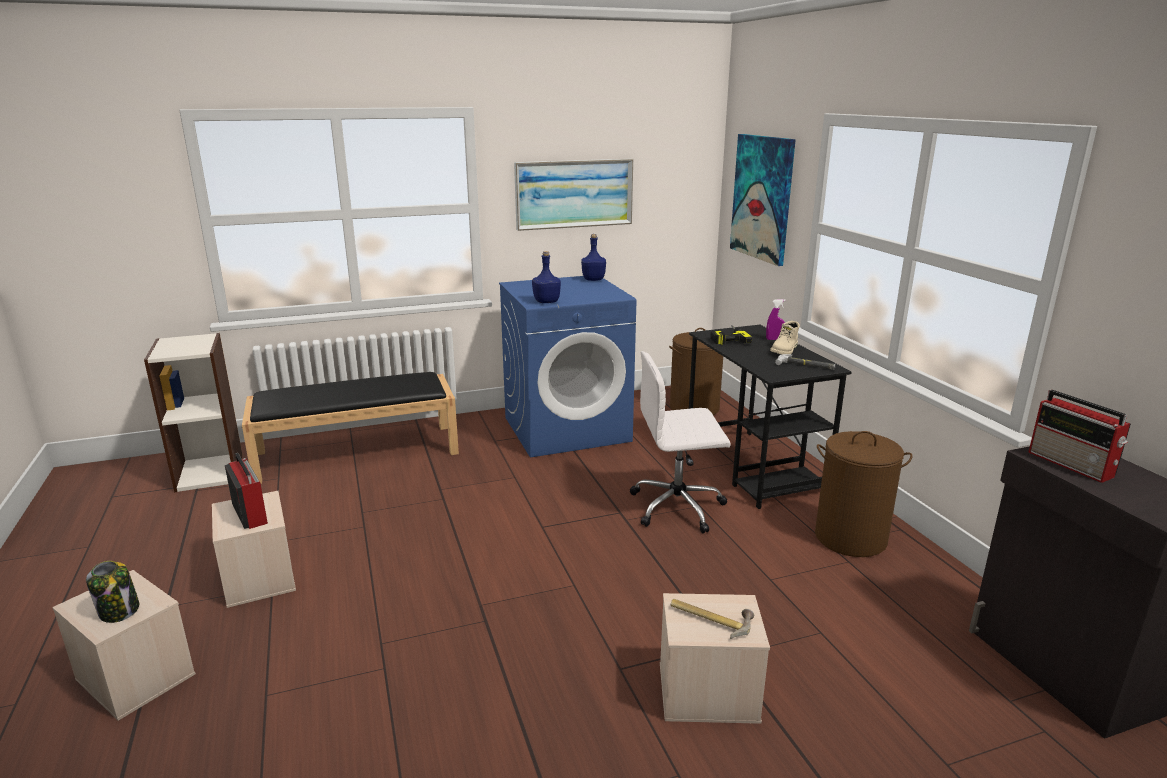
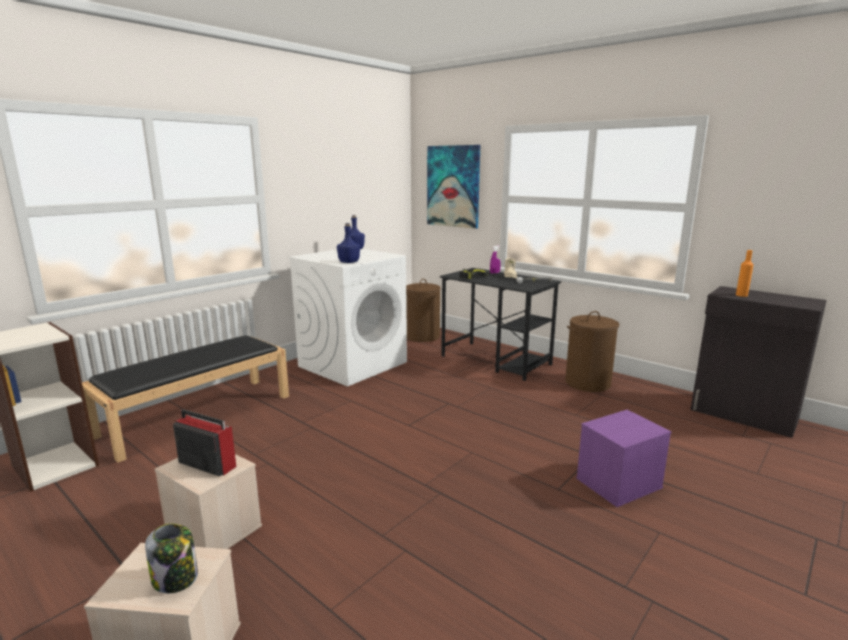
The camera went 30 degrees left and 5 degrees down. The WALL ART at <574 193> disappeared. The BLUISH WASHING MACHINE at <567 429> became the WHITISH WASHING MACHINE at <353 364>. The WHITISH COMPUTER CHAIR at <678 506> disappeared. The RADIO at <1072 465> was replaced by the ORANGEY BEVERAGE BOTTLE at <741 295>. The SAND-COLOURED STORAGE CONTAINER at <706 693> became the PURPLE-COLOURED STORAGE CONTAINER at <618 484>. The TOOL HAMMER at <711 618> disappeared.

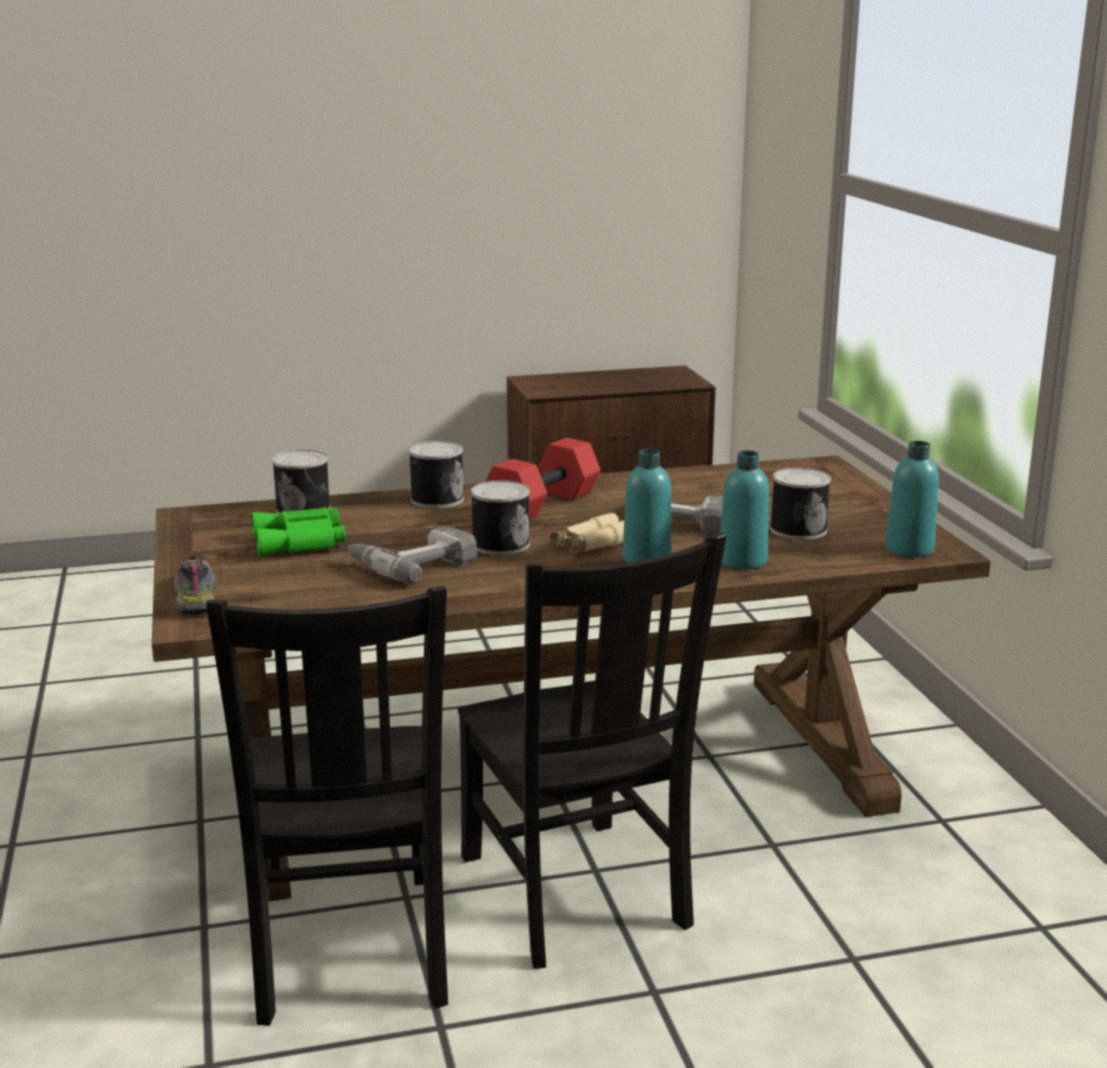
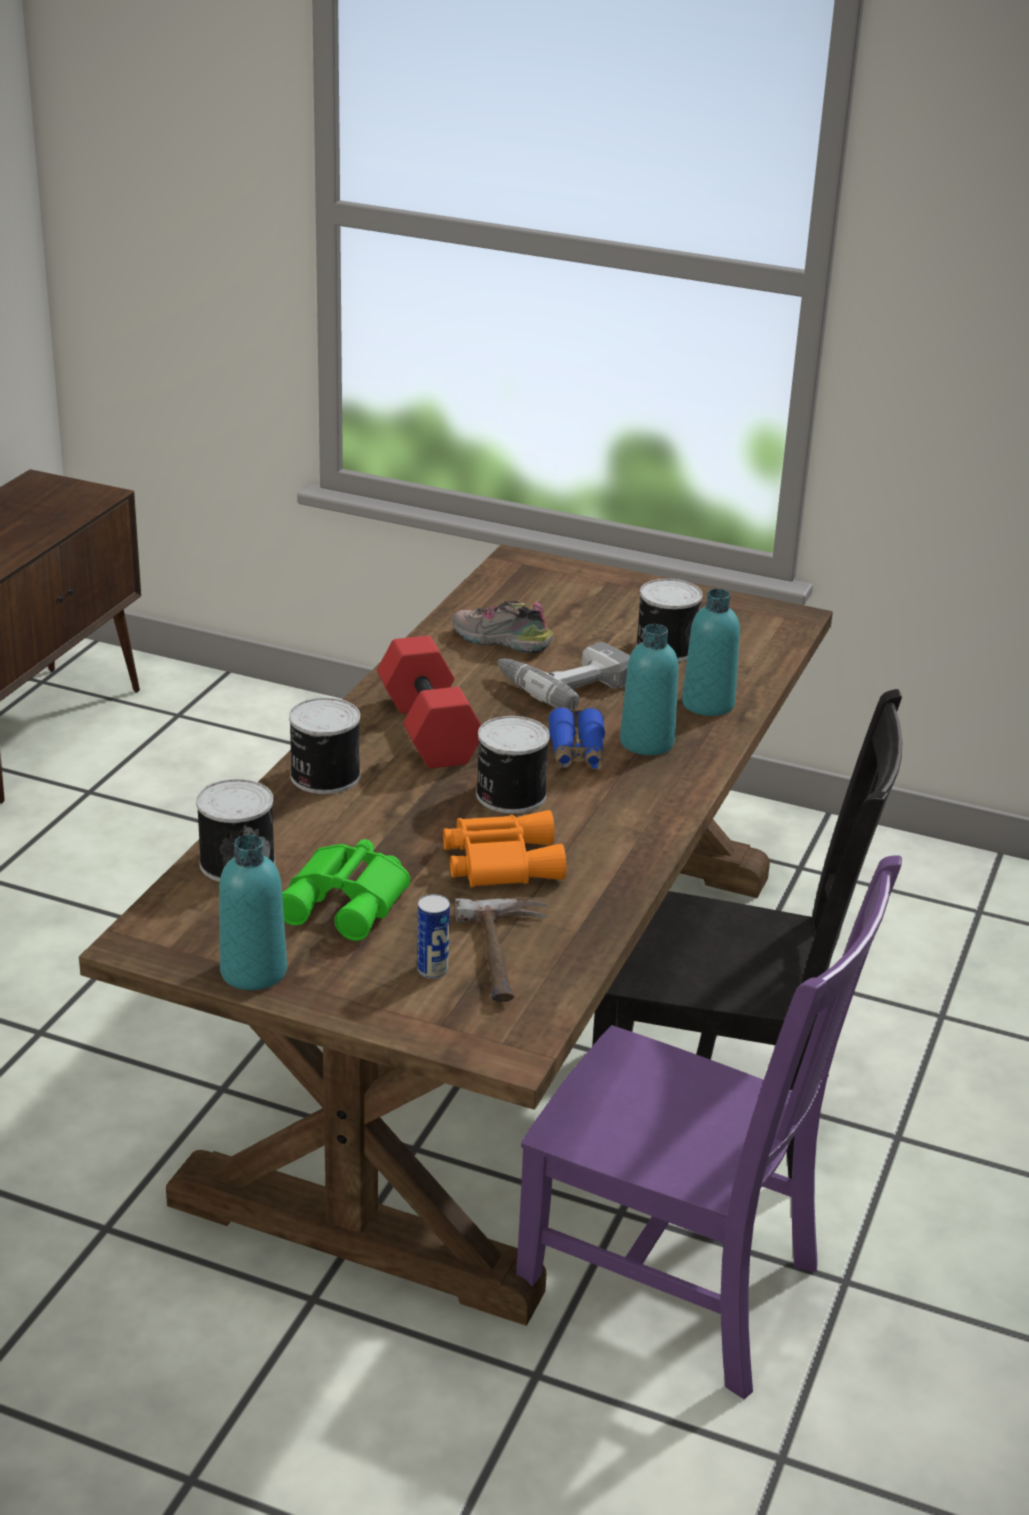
The camera went 55 degrees left and 10 degrees up. The BLUE-GREEN BEVERAGE BOTTLE moved from <909 549> to <253 971>. The SAND-COLOURED FIELD GLASSES at <592 545> became the BLUISH FIELD GLASSES at <576 752>. The POWER DRILL at <411 564> was replaced by the ORANGEY FIELD GLASSES at <500 861>. The LOW SHOE moved from <194 597> to <499 641>. The BLACKISH CHAIR at <350 952> became the PURPLE-COLOURED CHAIR at <678 1288>. The METAL CAN at <432 970> appeared. The TOOL HAMMER at <508 956> appeared.

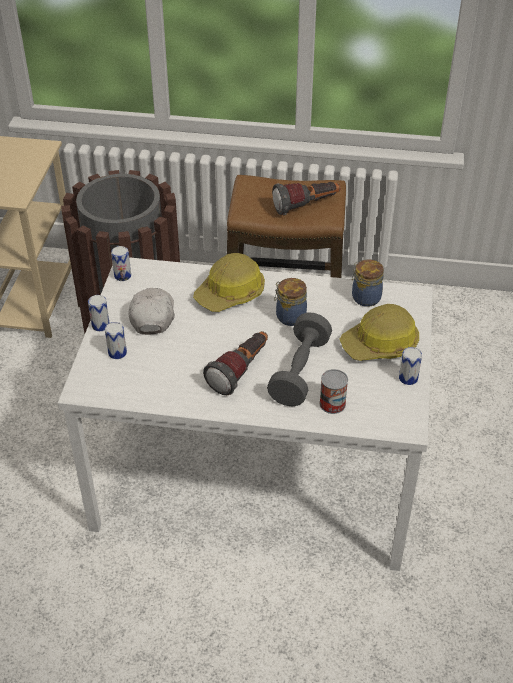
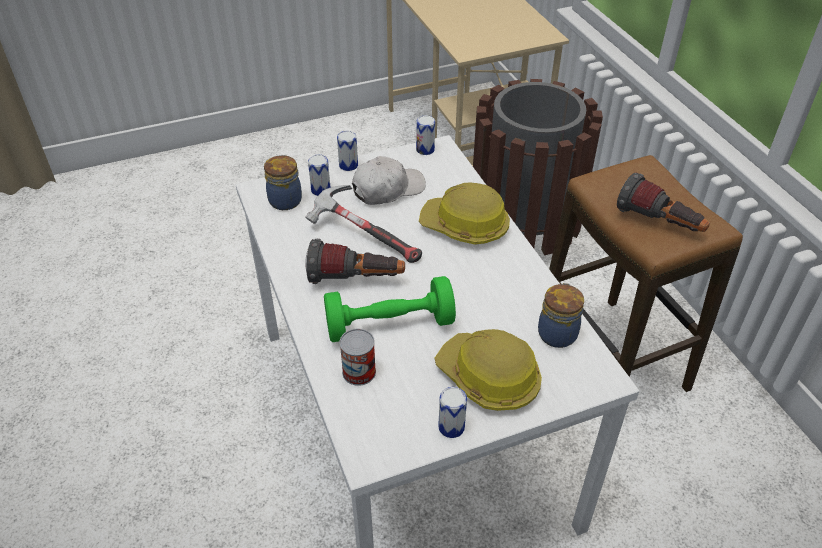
The camera went 60 degrees right and 0 degrees up. The JAR moved from <289 316> to <285 200>. The GREY DUMBBELL at <299 371> became the GREEN DUMBBELL at <389 325>. The TOOL HAMMER at <364 236> appeared.

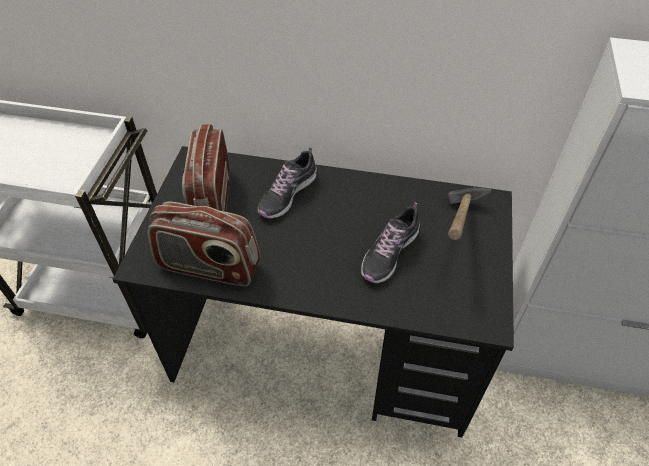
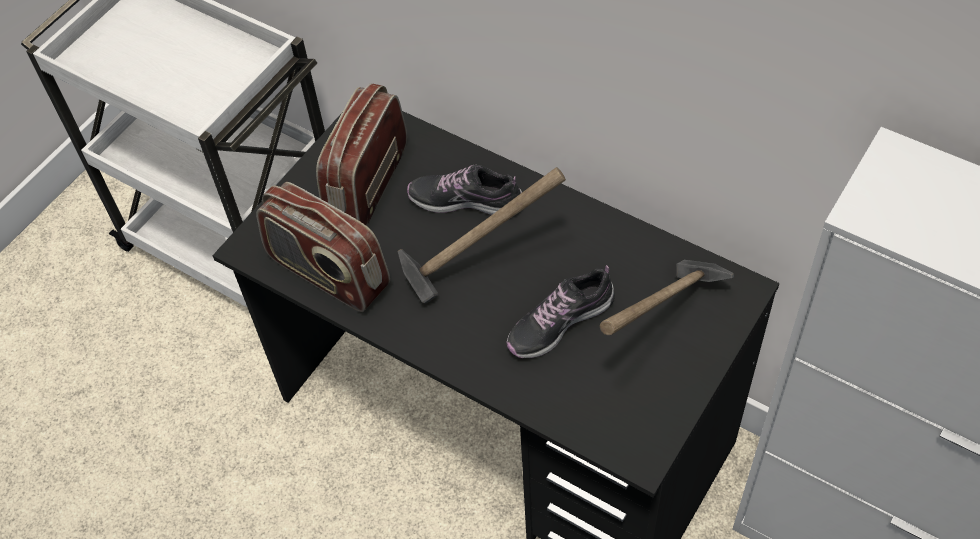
The camera went 25 degrees right and 5 degrees up. The LOW SHOE at <287 194> turned 45 degrees clockwise. The TOOL HAMMER at <478 265> appeared.

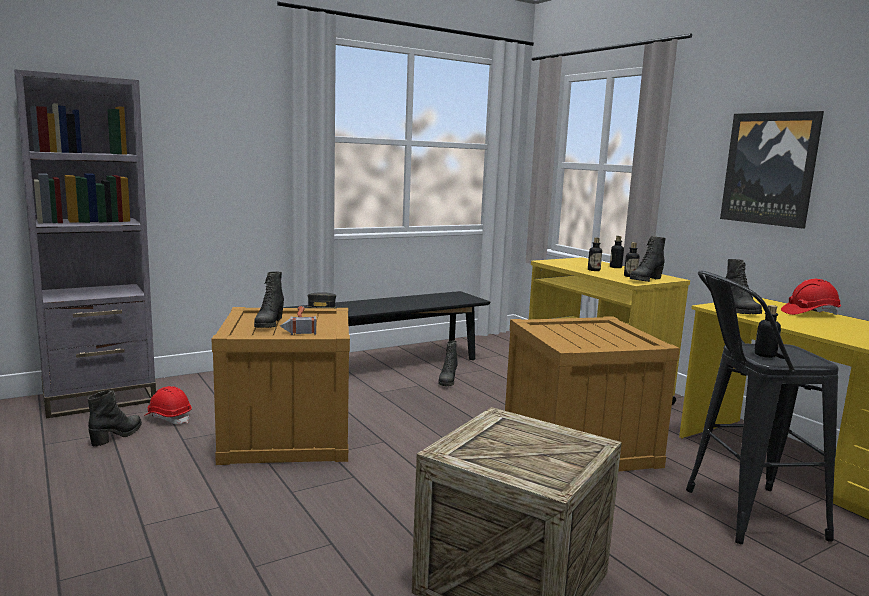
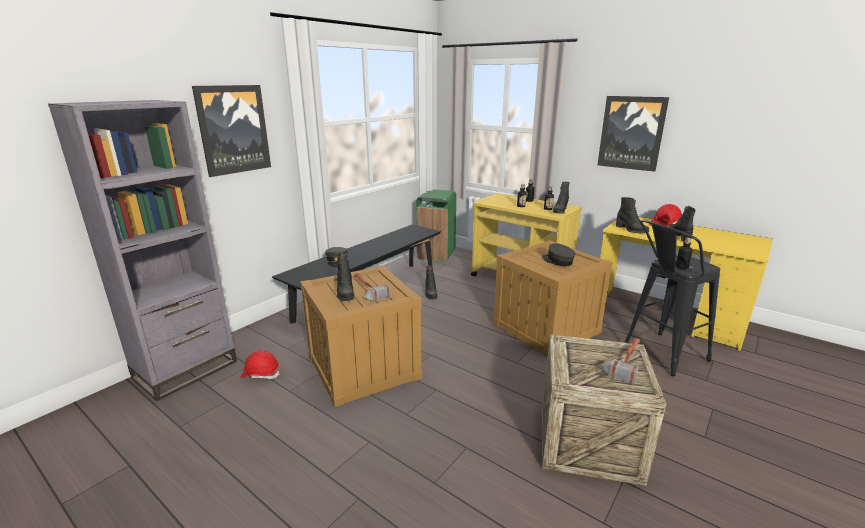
The camera went 20 degrees left and 10 degrees up. The BLACKISH TALL BOOT moved from <117 436> to <679 236>. The WALL ART at <233 129> appeared. The GREEN RUBBISH BIN at <436 254> appeared. The GREY PEAKED CAP at <557 261> appeared. The TOOL HAMMER at <623 361> appeared.

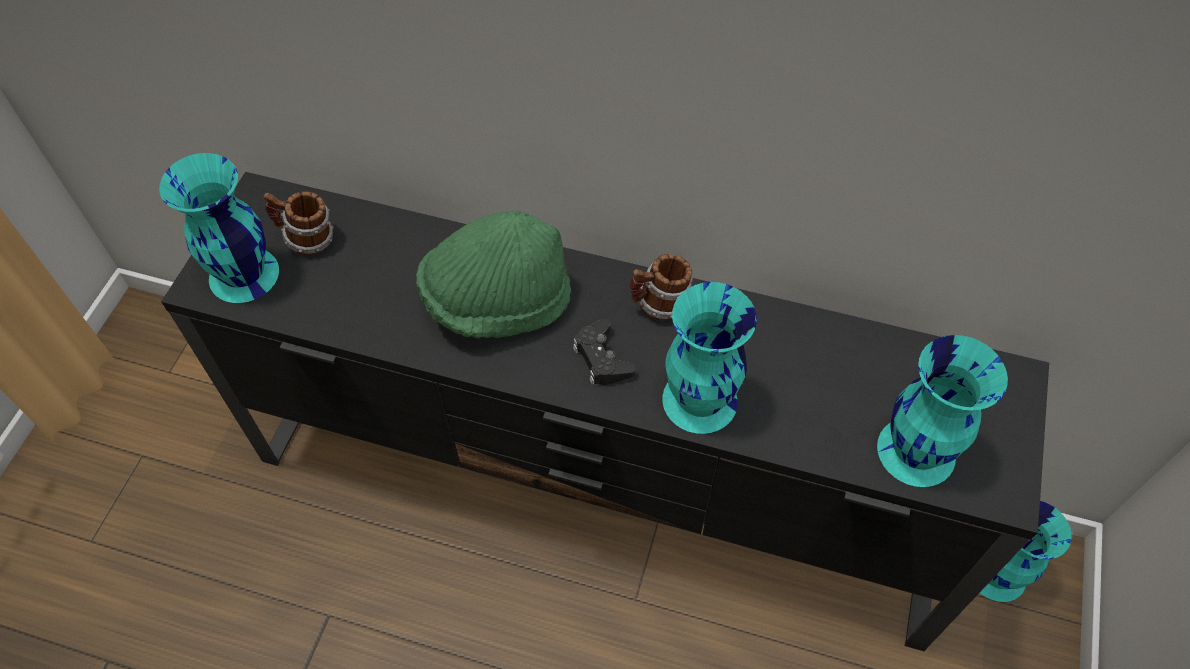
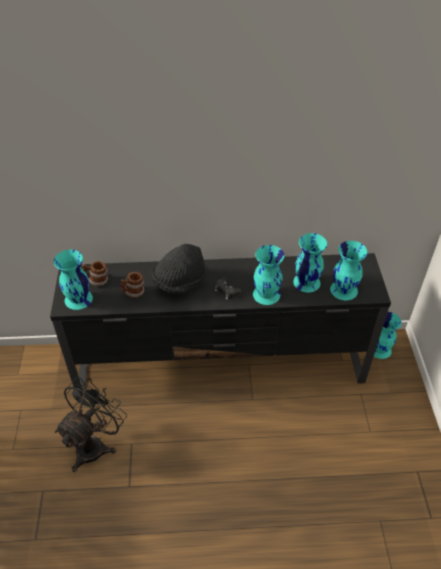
The camera went 20 degrees left and 10 degrees down. The GREEN WEARABLE HAT at <497 301> became the BLACKISH WEARABLE HAT at <180 283>. The MUG moved from <659 305> to <133 293>. The BLUE-GREEN DECORATIVE VASE at <306 282> appeared. The BLACKISH FAN at <95 444> appeared.

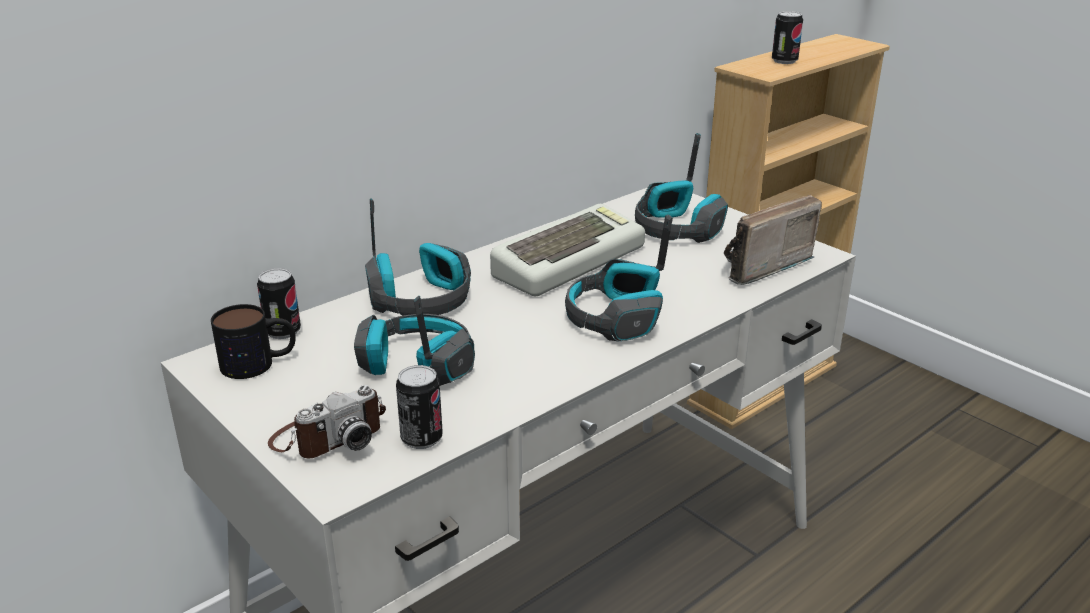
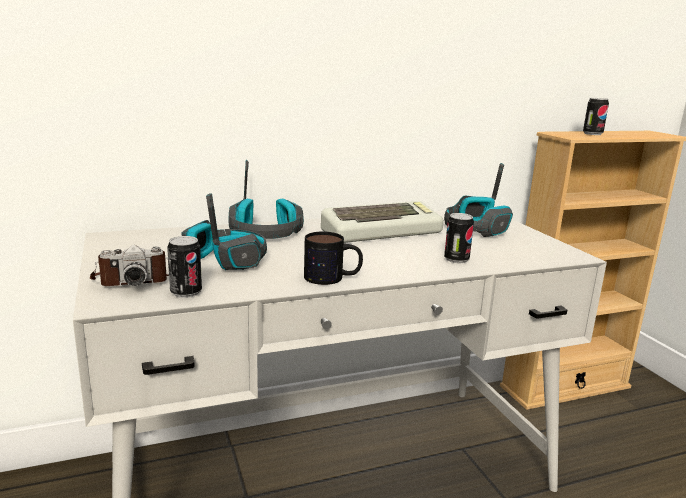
The camera went 20 degrees right and 10 degrees down. The RADIO at <757 266> disappeared. The HEADPHONES at <616 318> disappeared. The METAL CAN moved from <283 331> to <456 259>. The MUG moved from <259 363> to <332 278>.

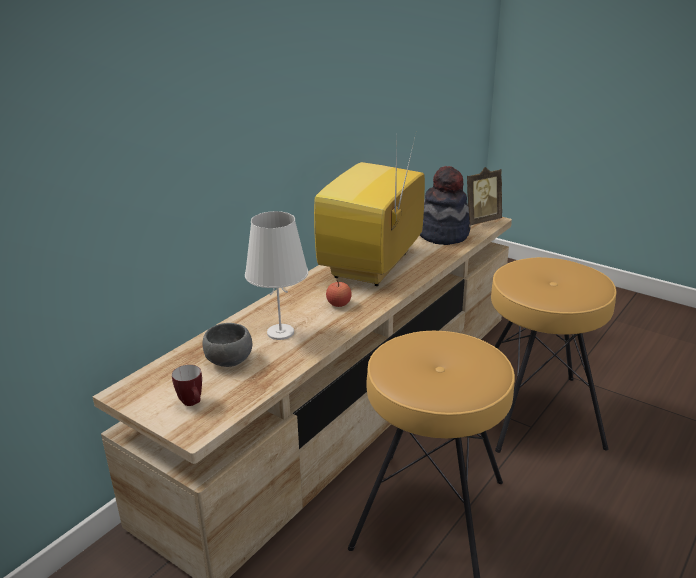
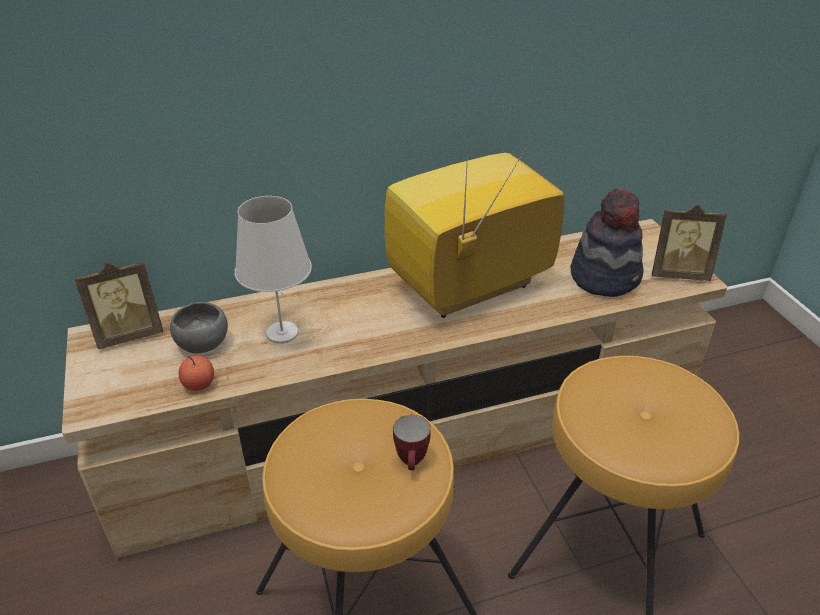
The camera went 35 degrees right and 10 degrees up. The APPLE FRUIT moved from <339 304> to <199 384>. The MUG moved from <193 403> to <412 463>. The PICTURE FRAME at <129 334> appeared.

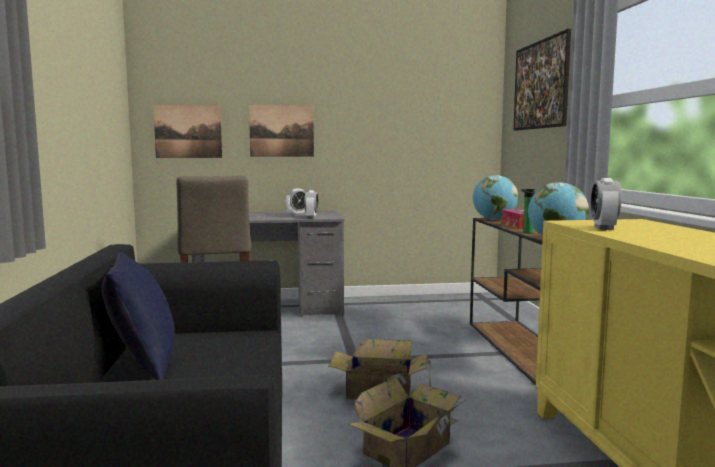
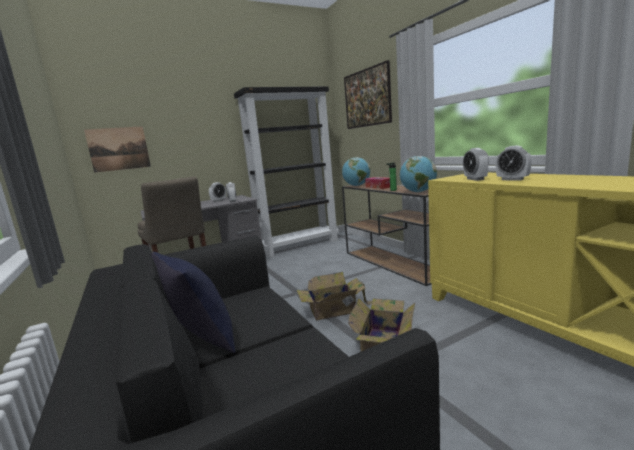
The camera went 20 degrees left and 5 degrees up. The WALL ART at <281 131> disappeared. The BLACKISH BOOKCASE at <299 246> appeared. The TABLE CLOCK at <512 179> appeared.

